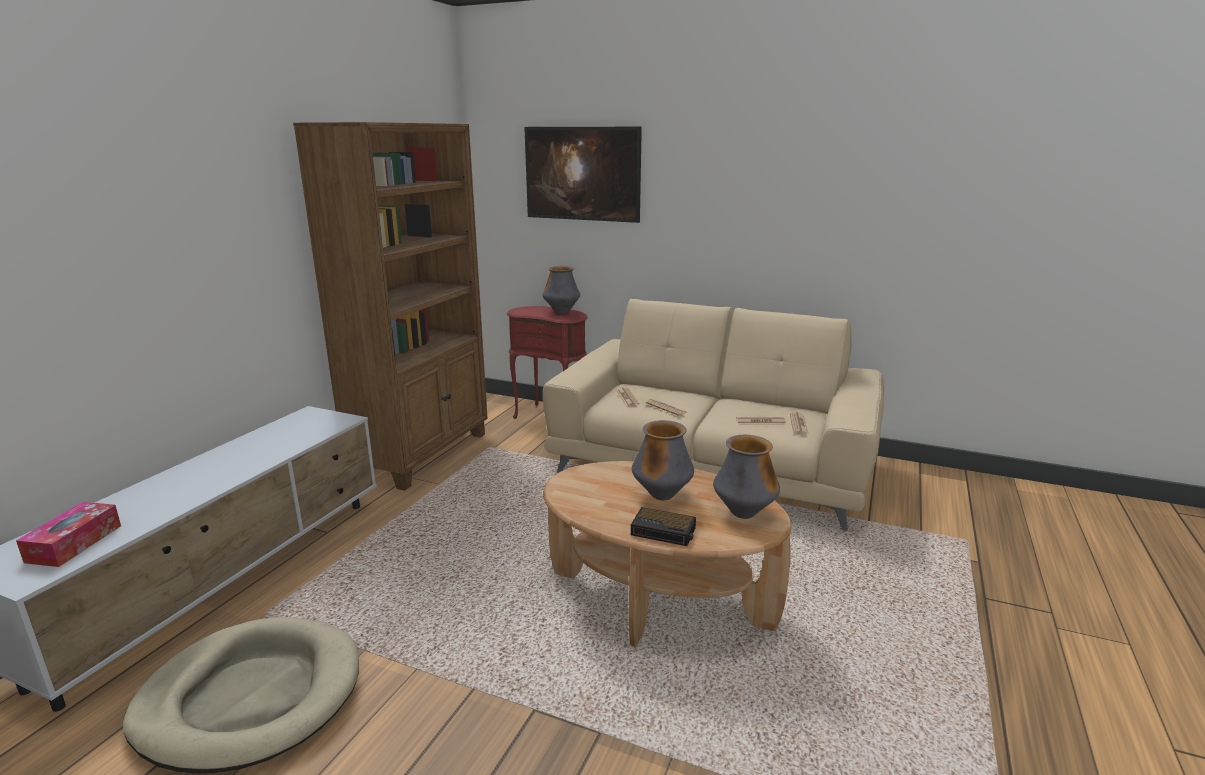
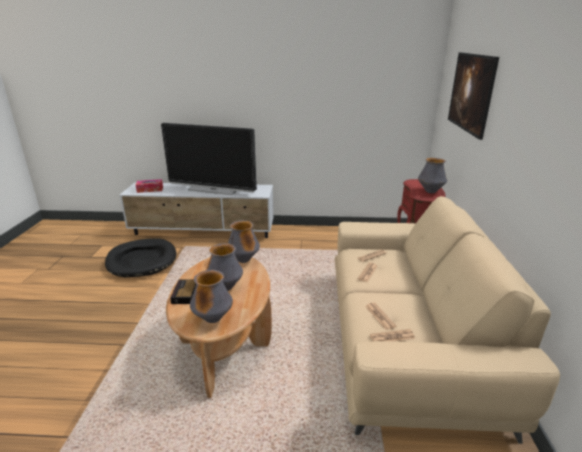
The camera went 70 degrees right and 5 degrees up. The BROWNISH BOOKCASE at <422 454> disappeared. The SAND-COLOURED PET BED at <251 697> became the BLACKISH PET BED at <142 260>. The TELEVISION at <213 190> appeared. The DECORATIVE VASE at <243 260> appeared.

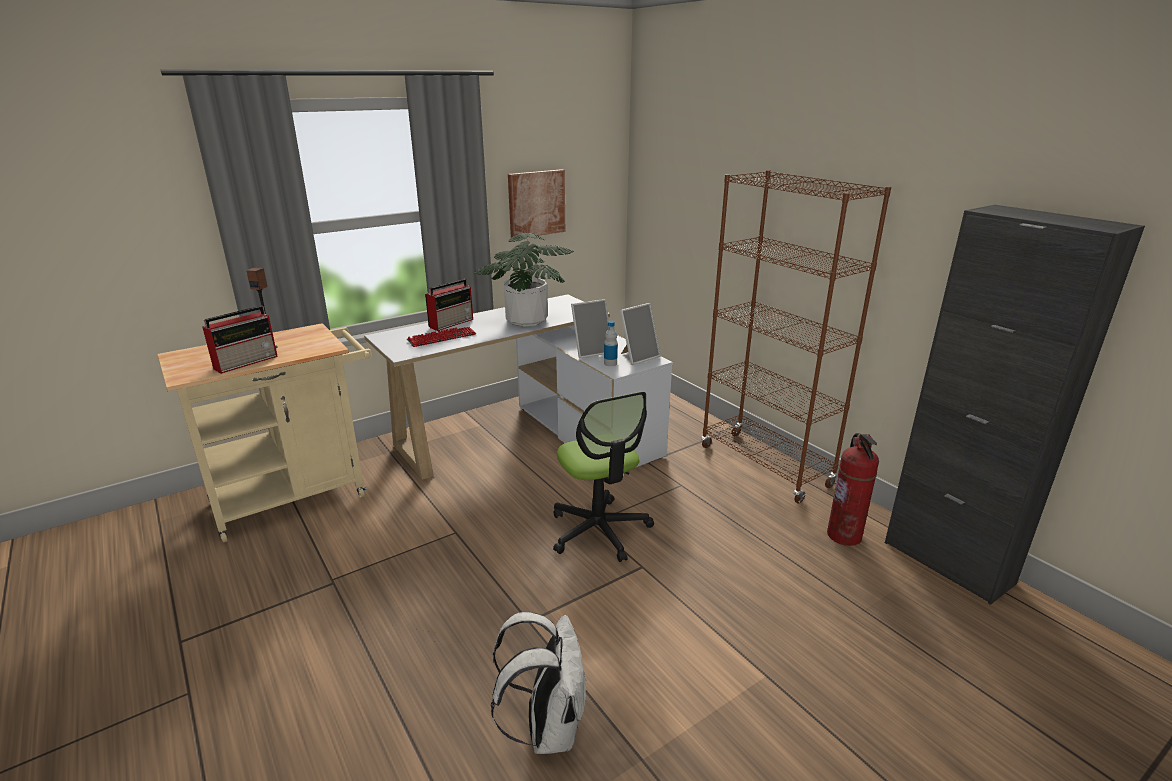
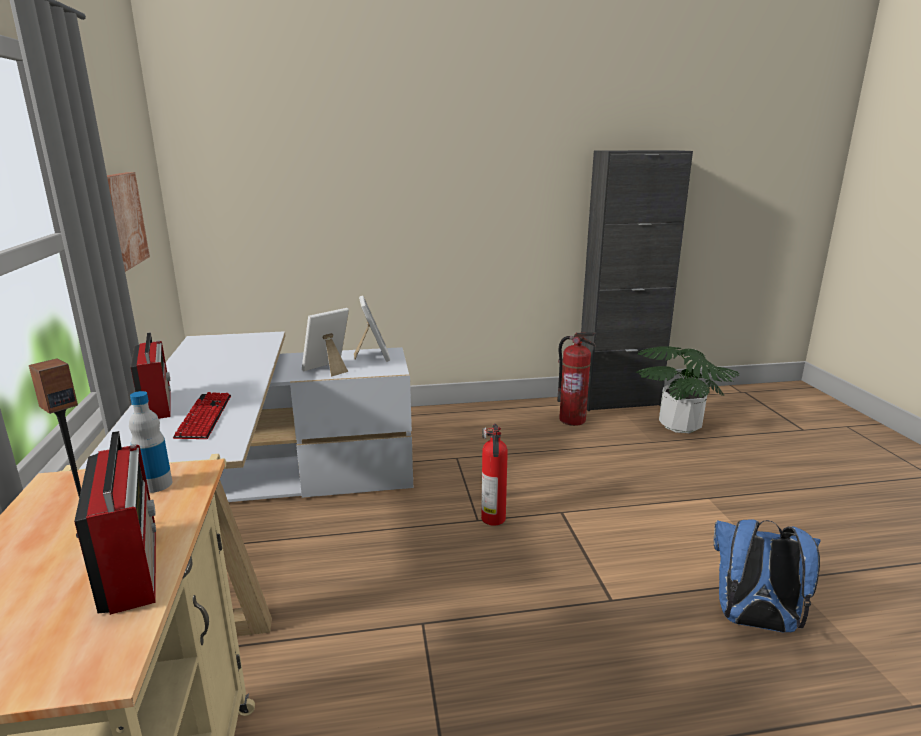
The camera went 65 degrees left and 5 degrees down. The BROWNISH BOOKCASE at <765 466> disappeared. The PLANT IN A POT moved from <526 321> to <680 426>. The PICTURE FRAME at <591 351> turned 135 degrees counterclockwise. The BEVERAGE BOTTLE moved from <610 363> to <156 484>. The COMPUTER CHAIR at <599 530> was replaced by the FIRE-FIGHTING CYLINDER at <493 519>. The WHITISH KNAPSACK at <547 727> became the BLUISH KNAPSACK at <753 622>.

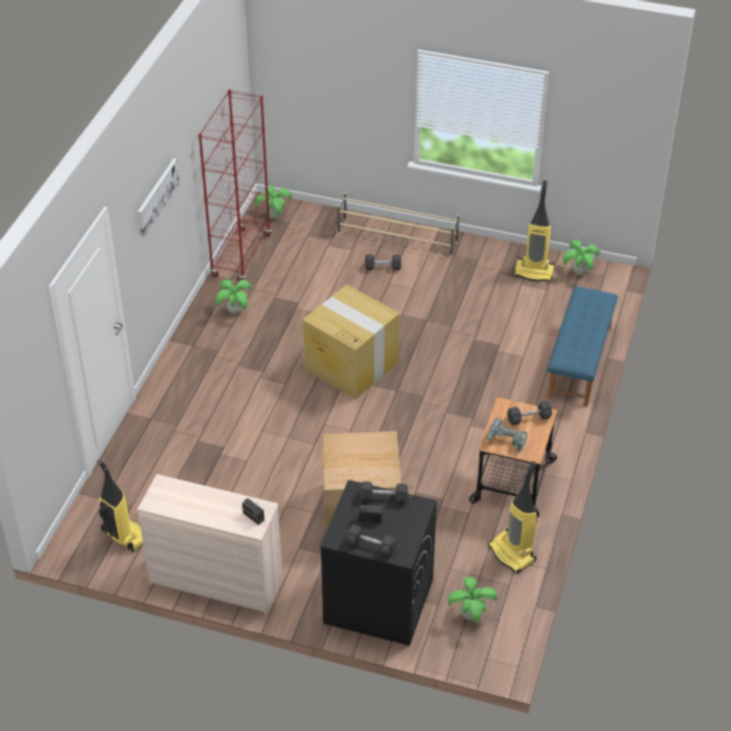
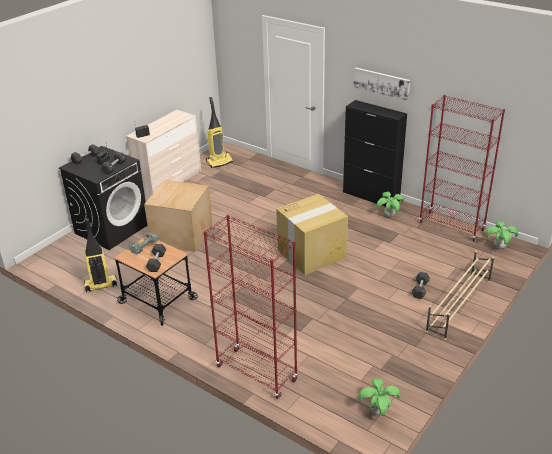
The camera went 110 degrees right and 10 degrees down. The VACUUM CLEANER at <534 272> disappeared. The BLUISH LONG SEAT at <580 362> was replaced by the RED-COLOURED BOOKCASE at <256 373>. The PLANT IN A POT at <470 616> disappeared. The BLACKISH STORAGE CABINET at <371 196> appeared.

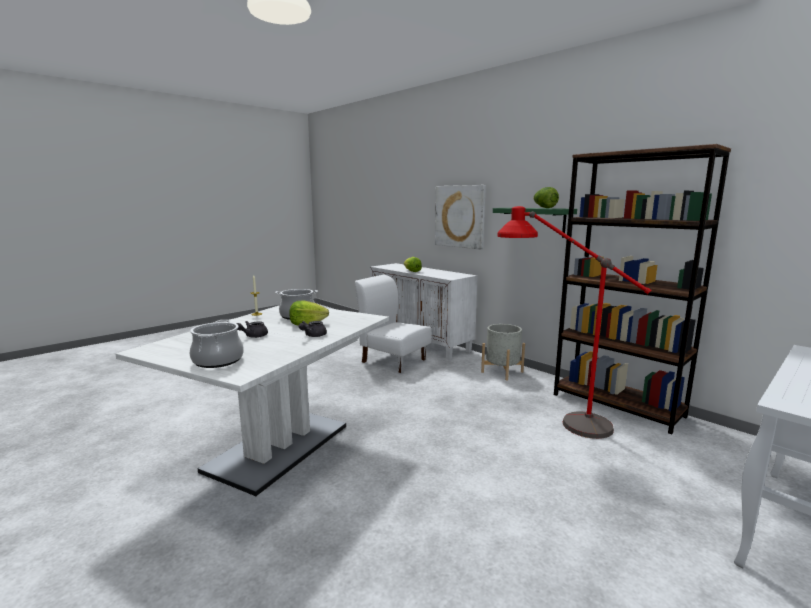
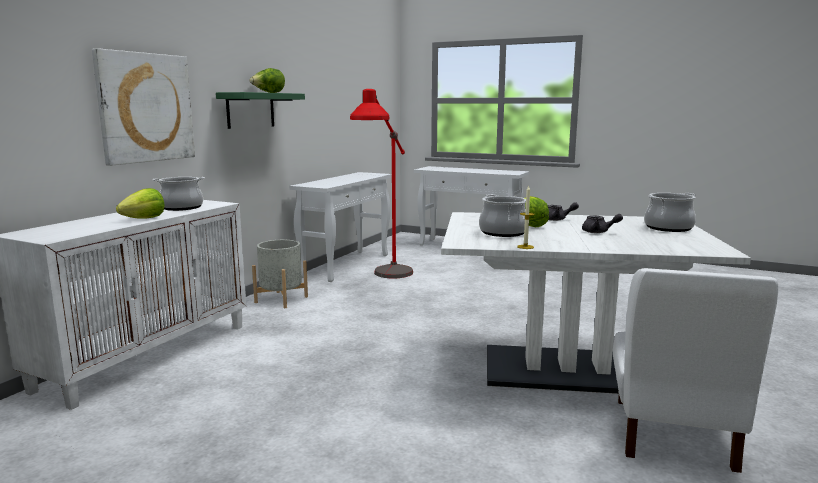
The camera went 110 degrees left and 0 degrees up. The BROWNISH BOOKCASE at <617 405> was replaced by the WHITISH NARROW TABLE at <347 265>. The WHITISH CHAIR moved from <393 360> to <672 433>. The SAUCEPOT at <181 207> appeared.

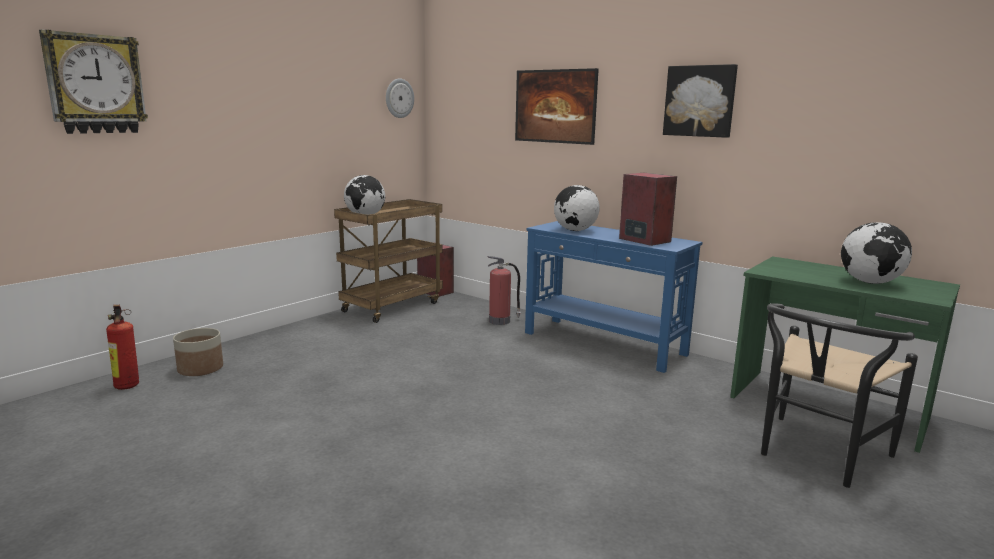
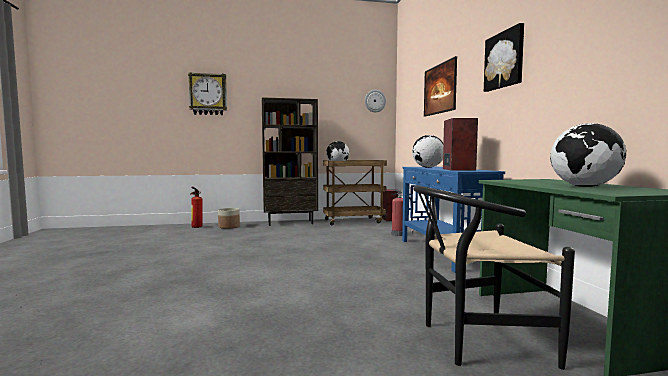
The camera went 40 degrees right and 10 degrees down. The BROWNISH BOOKCASE at <290 223> appeared.

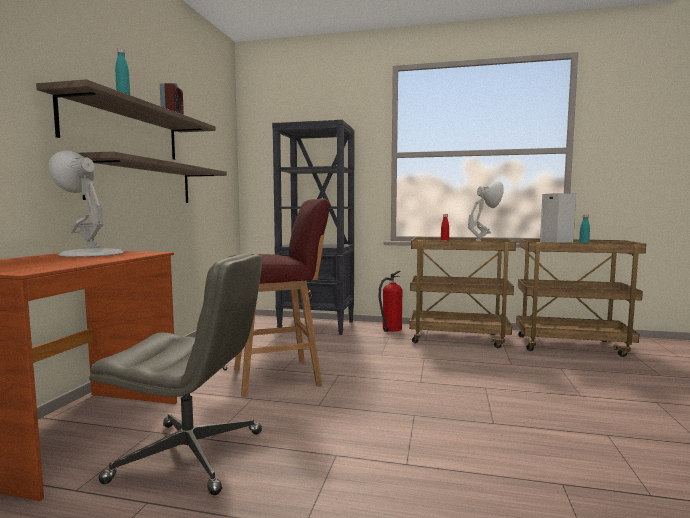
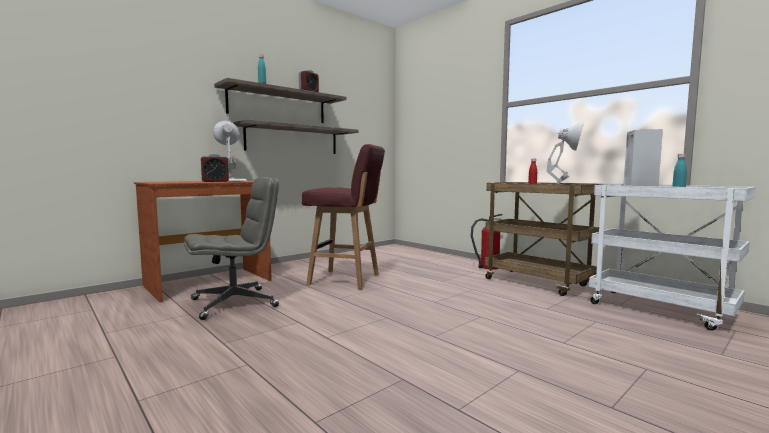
The camera went 35 degrees right and 0 degrees up. The BLACKISH BOOKCASE at <317 326> disappeared. The BROWNISH CART at <572 346> became the WHITISH CART at <661 309>. The GREY COMPUTER CHAIR at <191 456> turned 75 degrees counterclockwise. The TABLE CLOCK at <215 181> appeared.

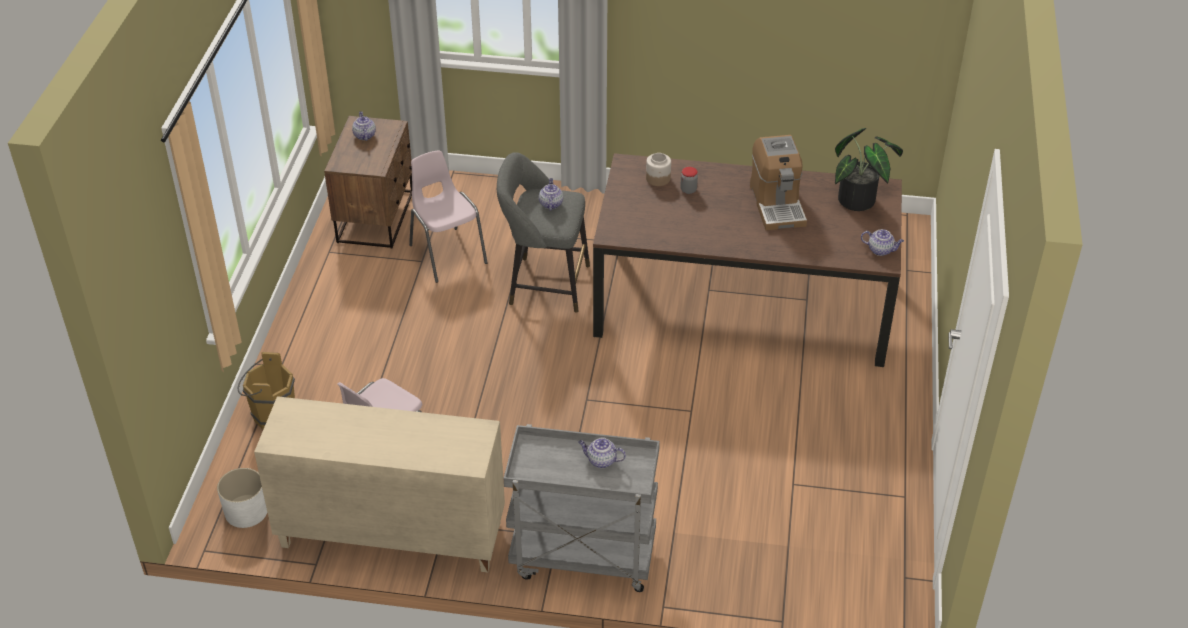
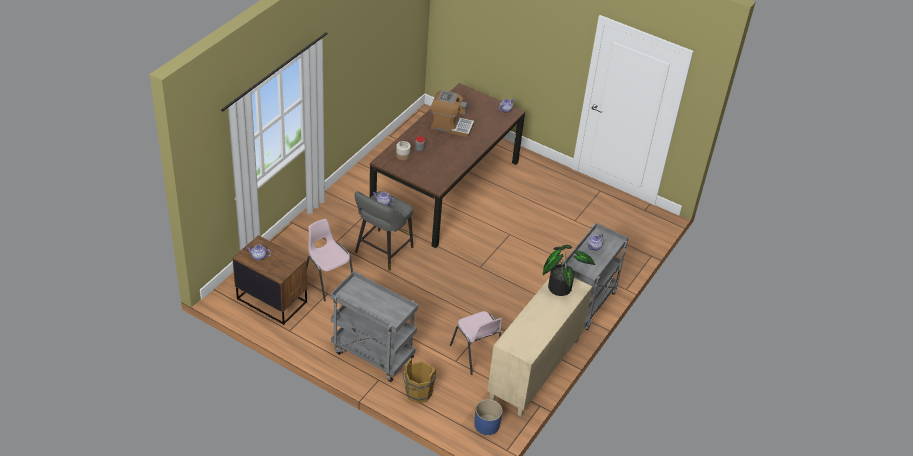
The camera went 70 degrees left and 0 degrees up. The PLANT IN A POT moved from <861 200> to <560 286>. The PINK CHAIR at <447 254> turned 60 degrees clockwise. The WHITISH PLANTER at <246 511> became the BLUISH PLANTER at <486 425>. The GREY CART at <371 354> appeared.

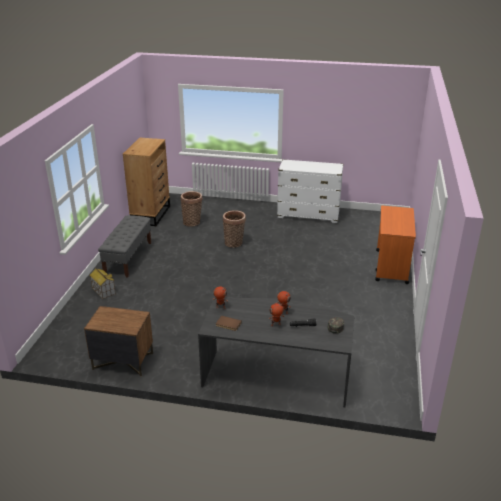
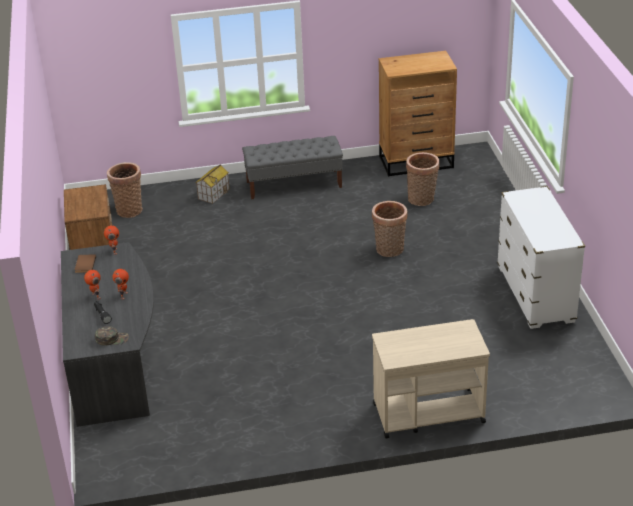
The camera went 70 degrees right and 5 degrees up. The ORANGEY CART at <391 267> became the SAND-COLOURED CART at <427 413>. The BASKET at <129 209> appeared.

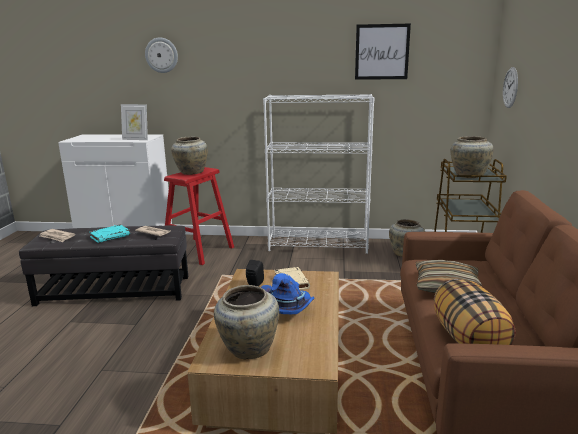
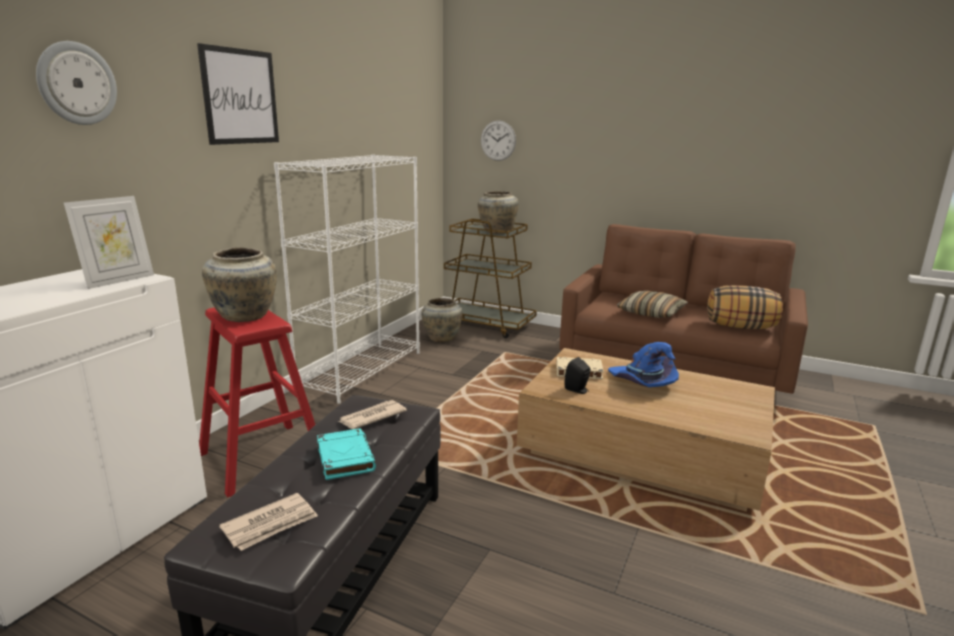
The camera went 70 degrees left and 0 degrees up. The WALL ART moved from <382 52> to <240 97>. The SAND-COLOURED DECORATIVE VASE at <247 349> disappeared.

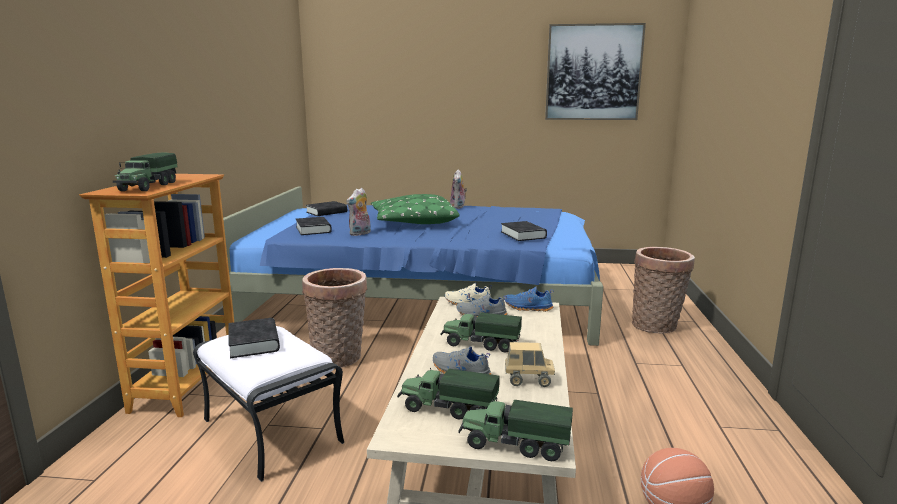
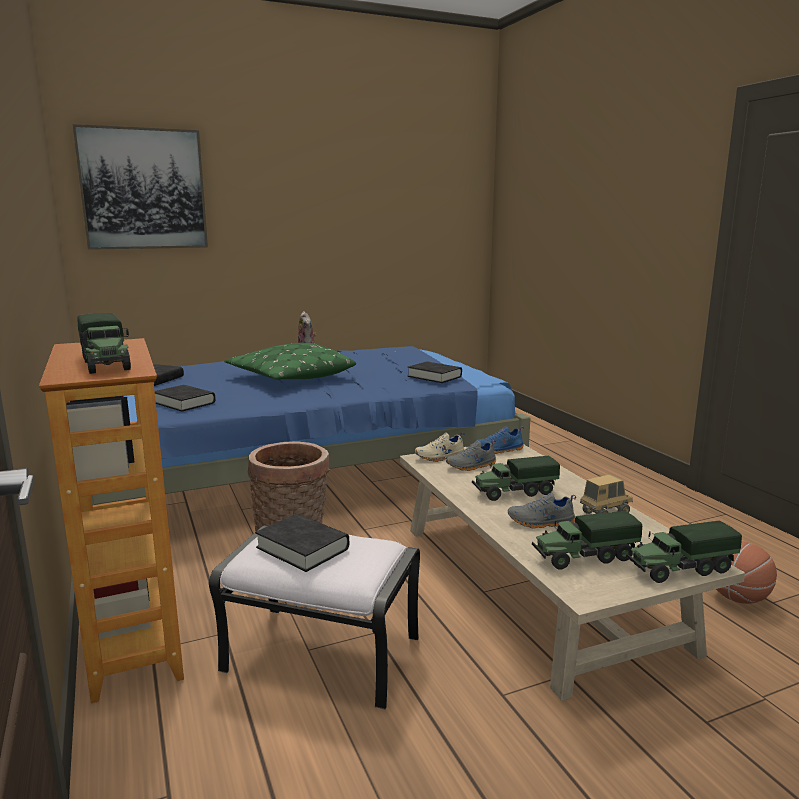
The camera went 30 degrees left and 0 degrees up. The WALL ART moved from <593 72> to <143 189>. The CUDDLY TOY at <360 234> disappeared. The BASKET at <657 326> disappeared.

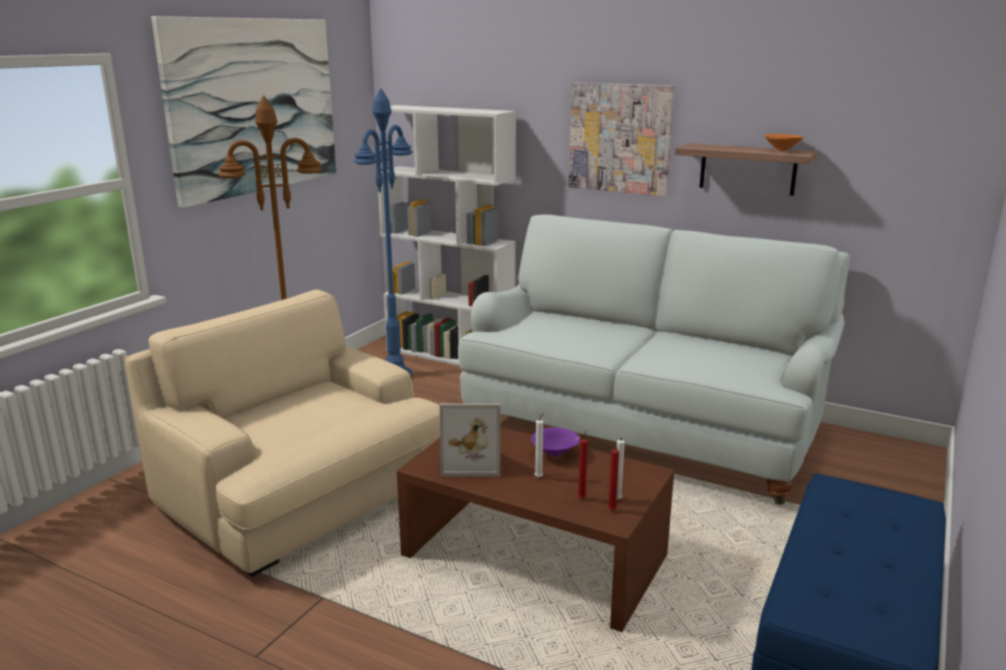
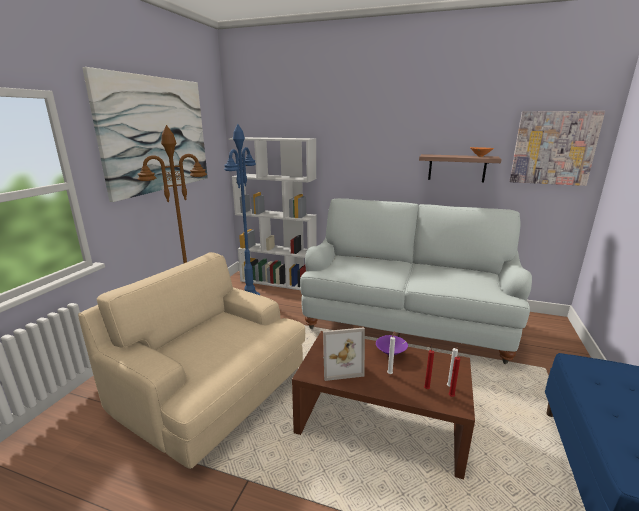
The camera went 10 degrees left and 0 degrees up. The WALL ART moved from <620 138> to <553 148>.

